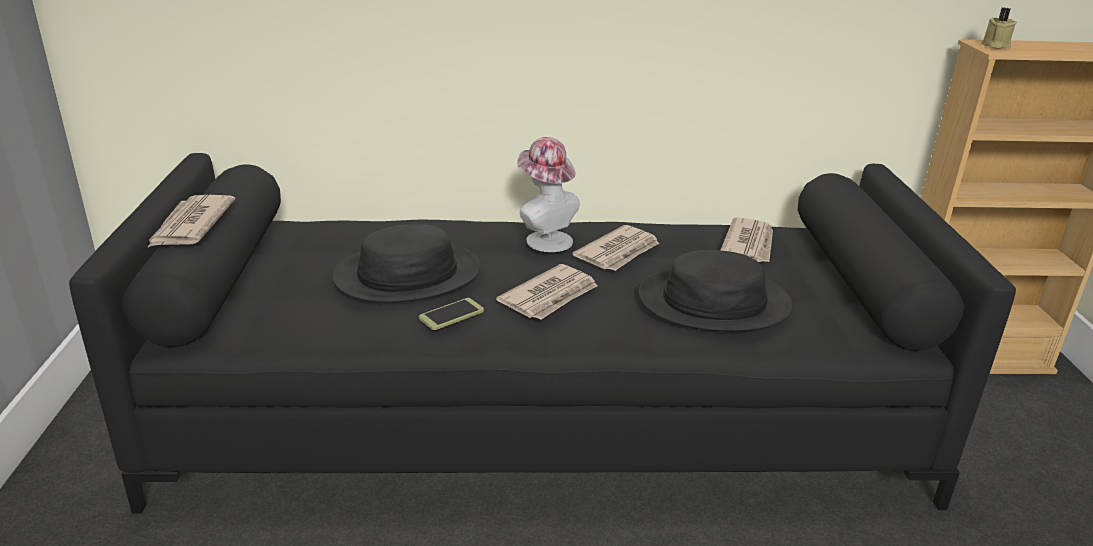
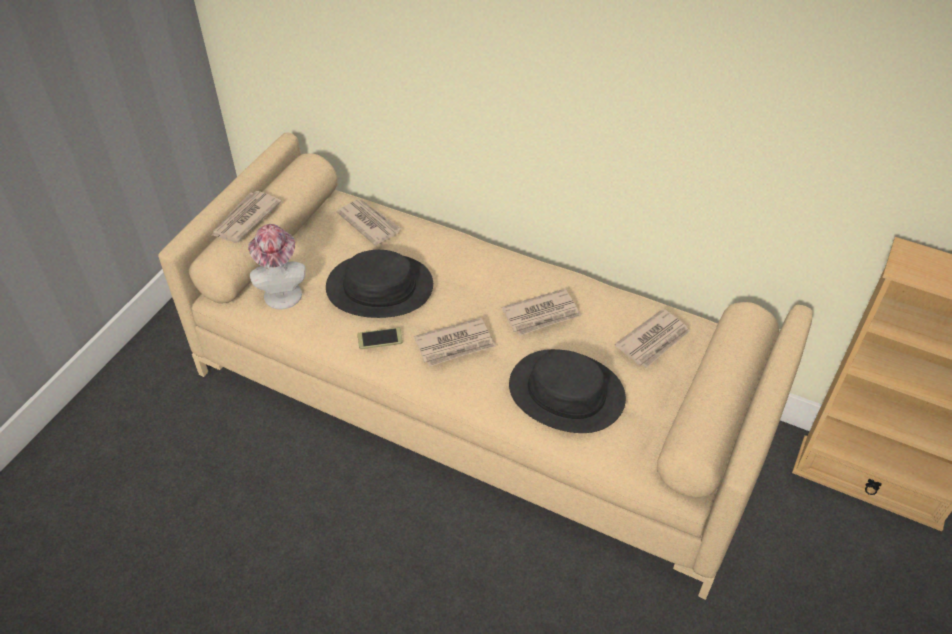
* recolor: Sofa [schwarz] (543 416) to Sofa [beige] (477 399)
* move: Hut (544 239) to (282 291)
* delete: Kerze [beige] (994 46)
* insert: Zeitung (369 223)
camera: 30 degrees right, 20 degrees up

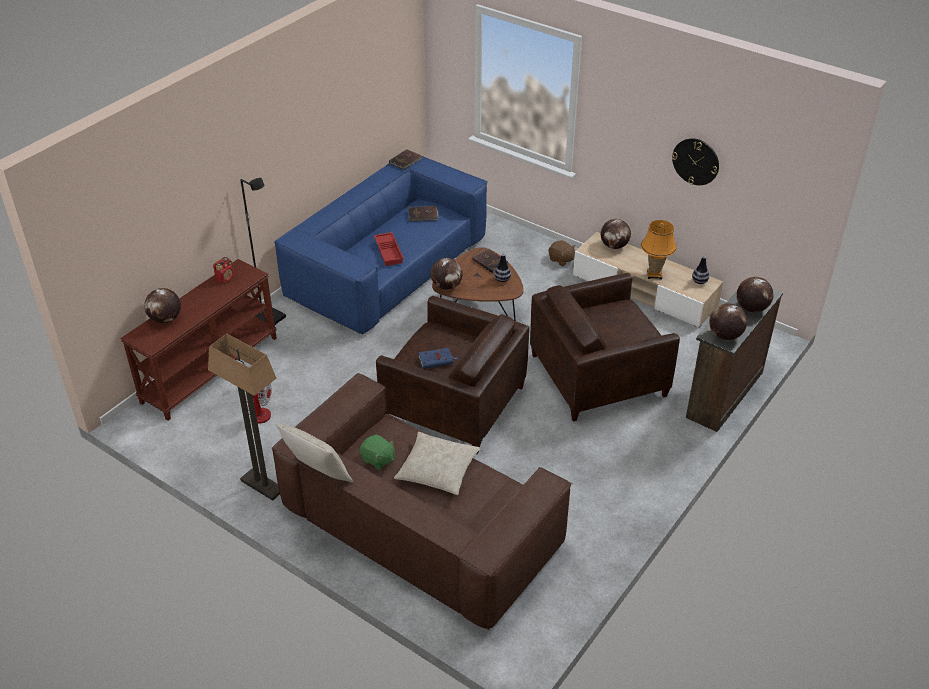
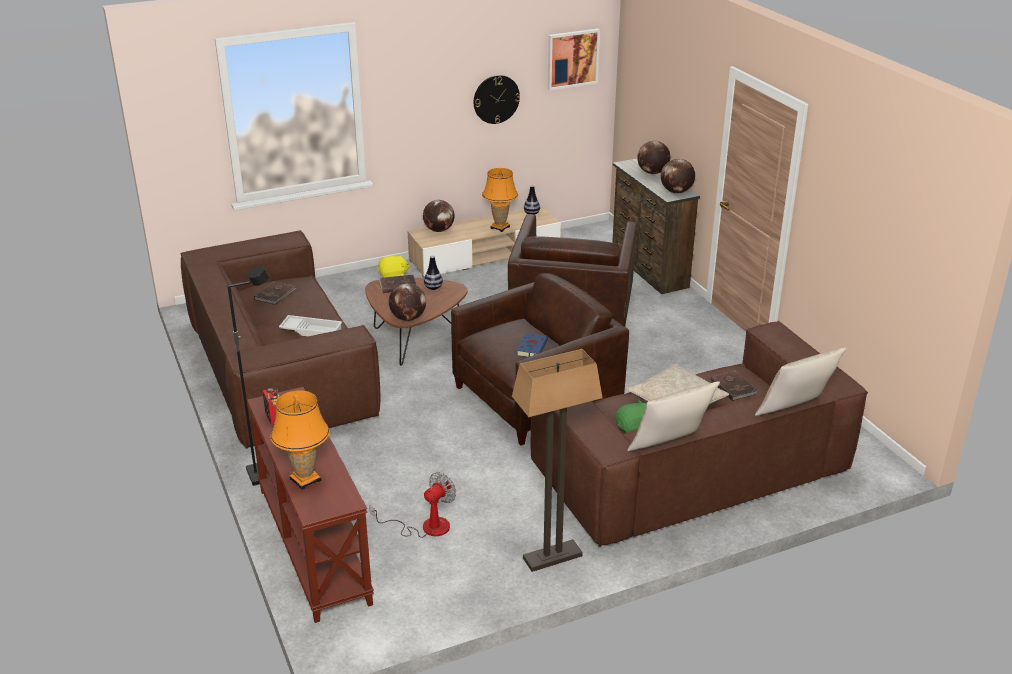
* replace: Globus (165 319) to Tischlampe [orange] (305 480)
* recolor: Sofa [blau] (388 267) to Sofa [braun] (280 369)
* recolor: Tablett [rot] (389 251) to Tablett [weiß] (312 330)
* move: Buch [braun] (406 161) to (733 387)
* recolor: Plüschtier [braun] (561 260) to Plüschtier [gelb] (393 276)
* insert: Bild (572 59)
* insert: Kissen [beige] (795 412)
camera: 60 degrees left, 10 degrees down

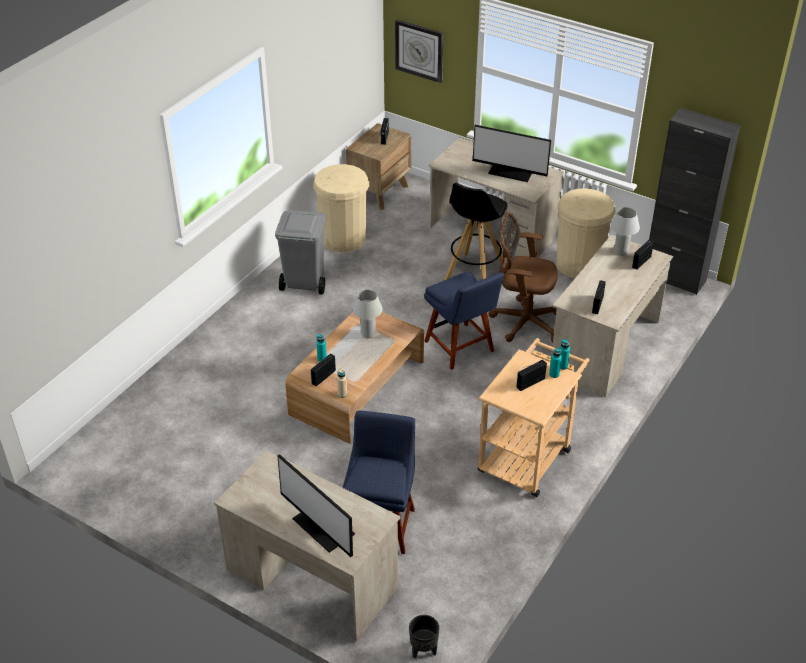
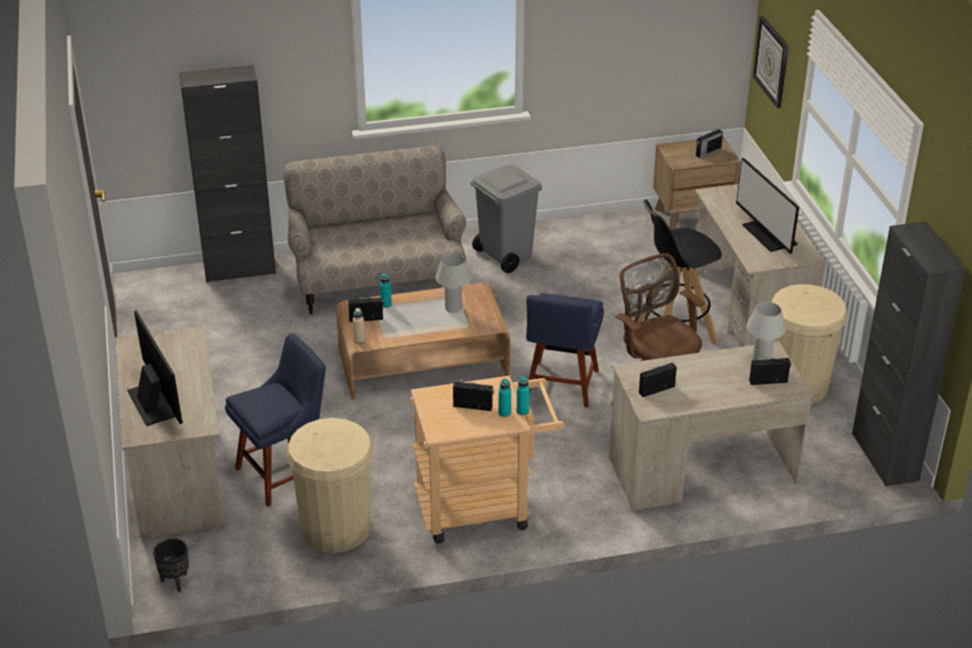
* rotate: Monitor (322 527) = (155 402) 150 degrees clockwise
* move: Mülleimer [beige] (343 238) to (335 528)
* insert: Schrank [schwarz] (239 269)
* insert: Sofa [beige] (377 281)
camera: 45 degrees right, 5 degrees down

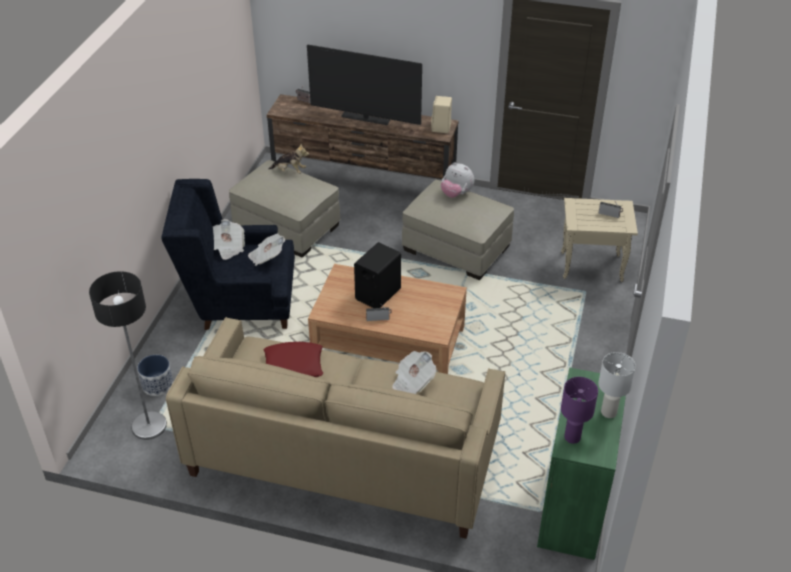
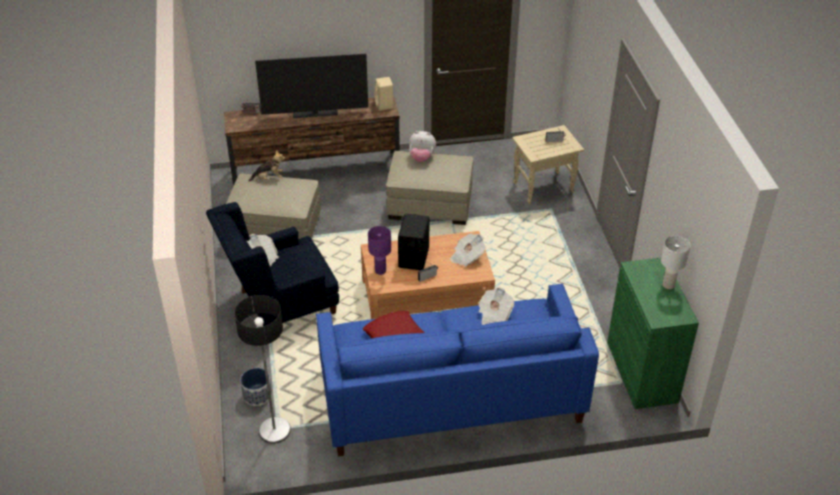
* recolor: Sofa [beige] (344 454) to Sofa [blau] (450 395)
* move: Zeitung (267 257) to (467 257)
* move: Tischlampe [lila] (571 437) to (380 270)
camera: 25 degrees left, 0 degrees up

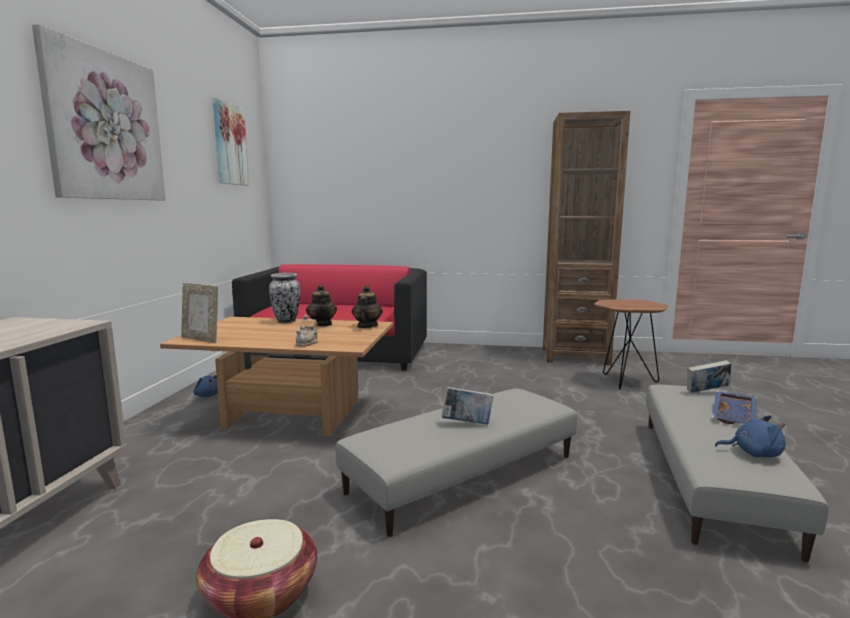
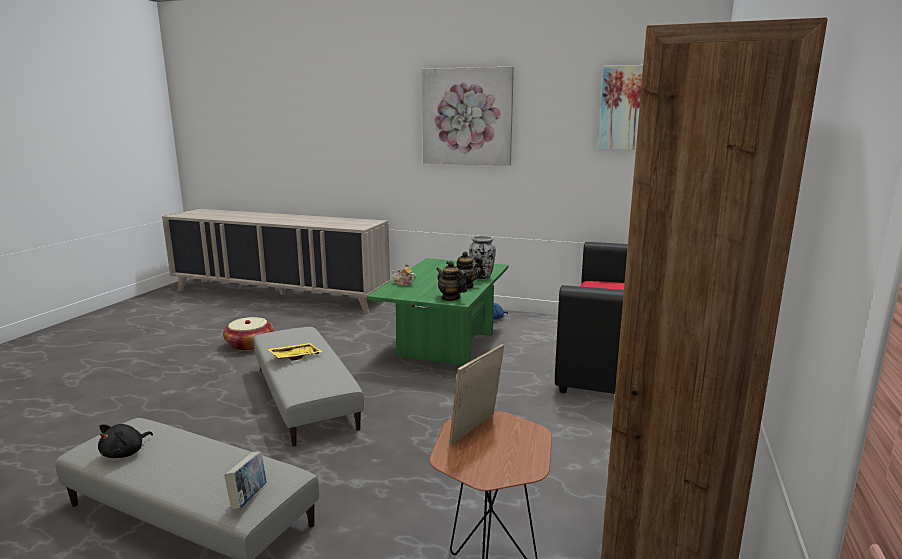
* recolor: Couchtisch [braun] (291 414) to Couchtisch [grün] (444 344)
* move: Bilderrahmen (201 339) to (476 430)
* rotate: Teekanne (367 326) = (451 298) 150 degrees counterclockwise
* replace: Buch (467 423) to Tablett [gelb] (295 356)
* delete: Tablett [blau] (735 416)
* recolor: Plüschtier [blau] (753 453) to Plüschtier [schwarz] (125 453)
camera: 100 degrees right, 5 degrees up

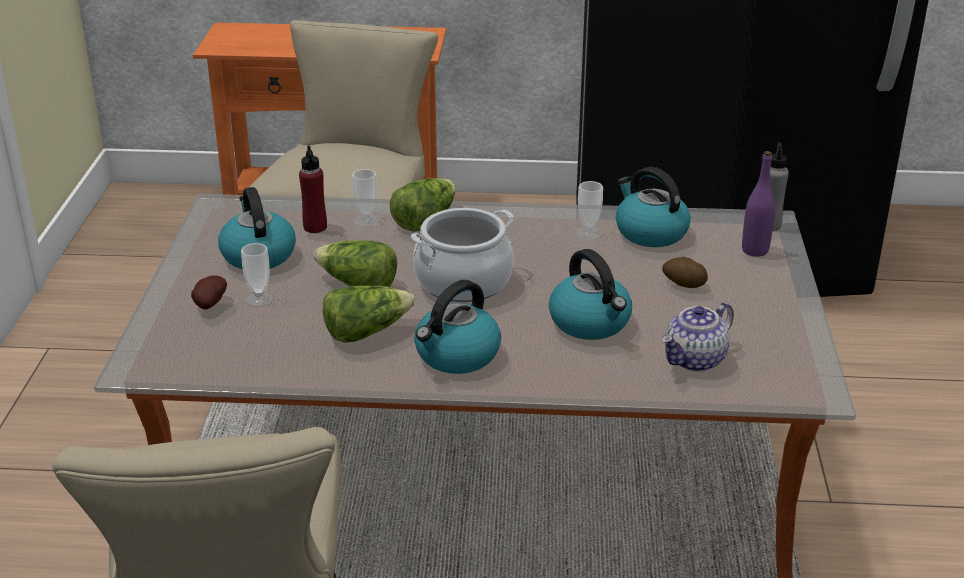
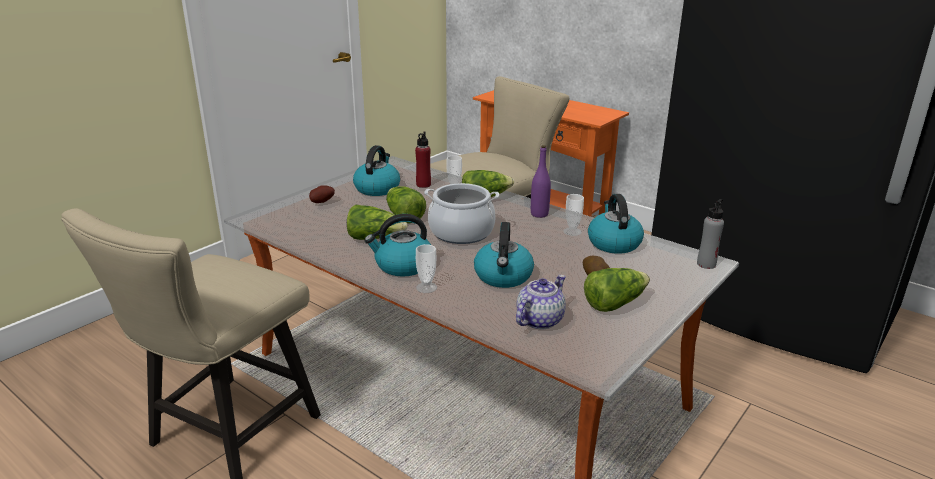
* move: Tasse (259 299) to (426 287)
* rotate: Teekanne (695 360) = (539 320) 135 degrees clockwise
* move: Flasche [lila] (755 250) to (539 214)
* insert: Salatkopf (614 303)
camera: 35 degrees right, 5 degrees down

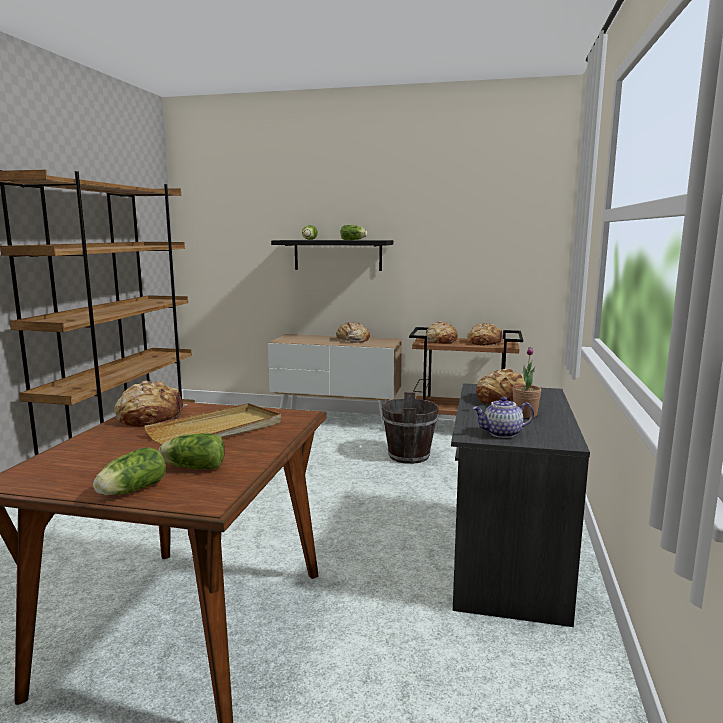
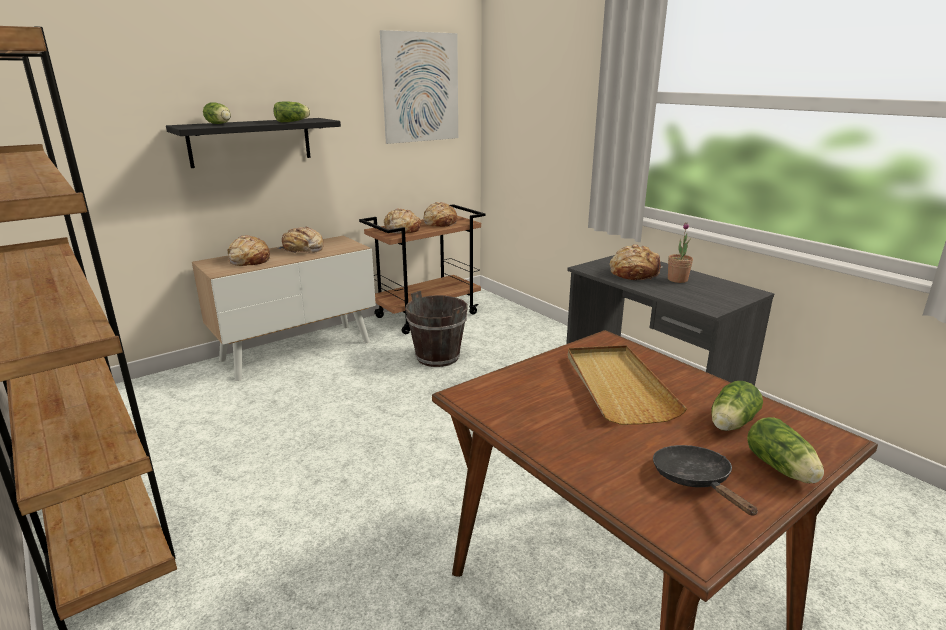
* move: Brot (150 417) to (249 260)
* delete: Teekanne (502 434)
* insert: Bild (421 88)
* insert: Pfanne [schwarz] (695 481)
camera: 50 degrees left, 10 degrees up

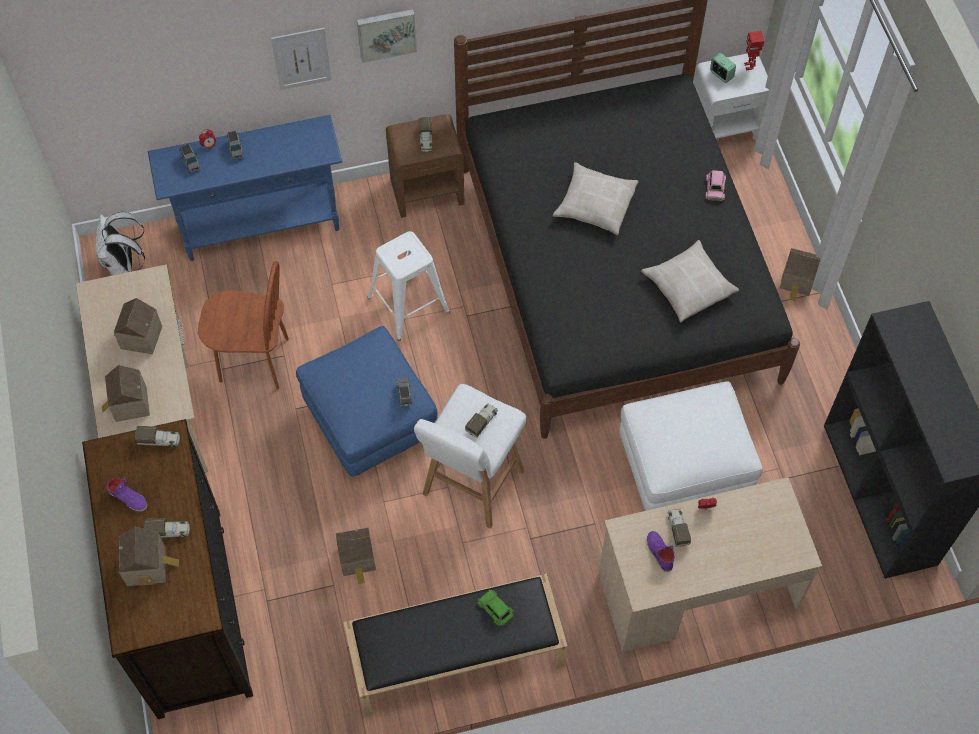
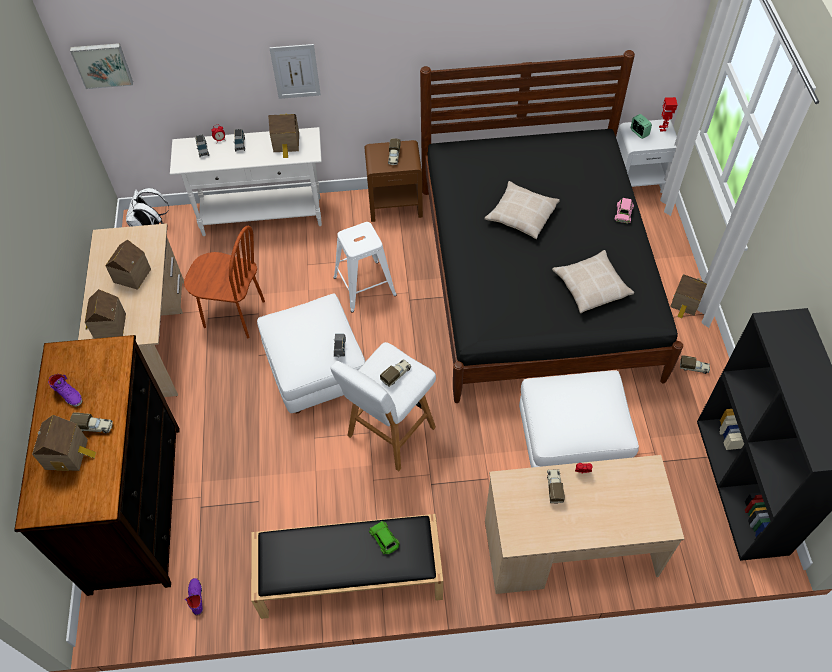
* move: Spielzeuglaster (159 440) to (694 368)
* recolor: Konsolentisch [blau] (261 226) to Konsolentisch [weiß] (262 217)
* recolor: Polsterhocker [blau] (370 420) to Polsterhocker [weiß] (316 371)
* move: Spielzeughaus (357 560) to (286 144)
* move: Bild (386 33) to (102 64)
* move: Schuh [lila] (659 552) to (196 597)
camera: 10 degrees right, 5 degrees down

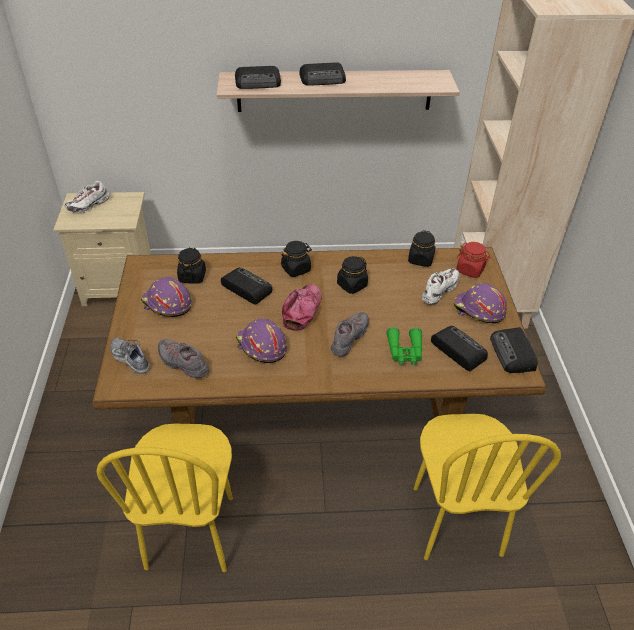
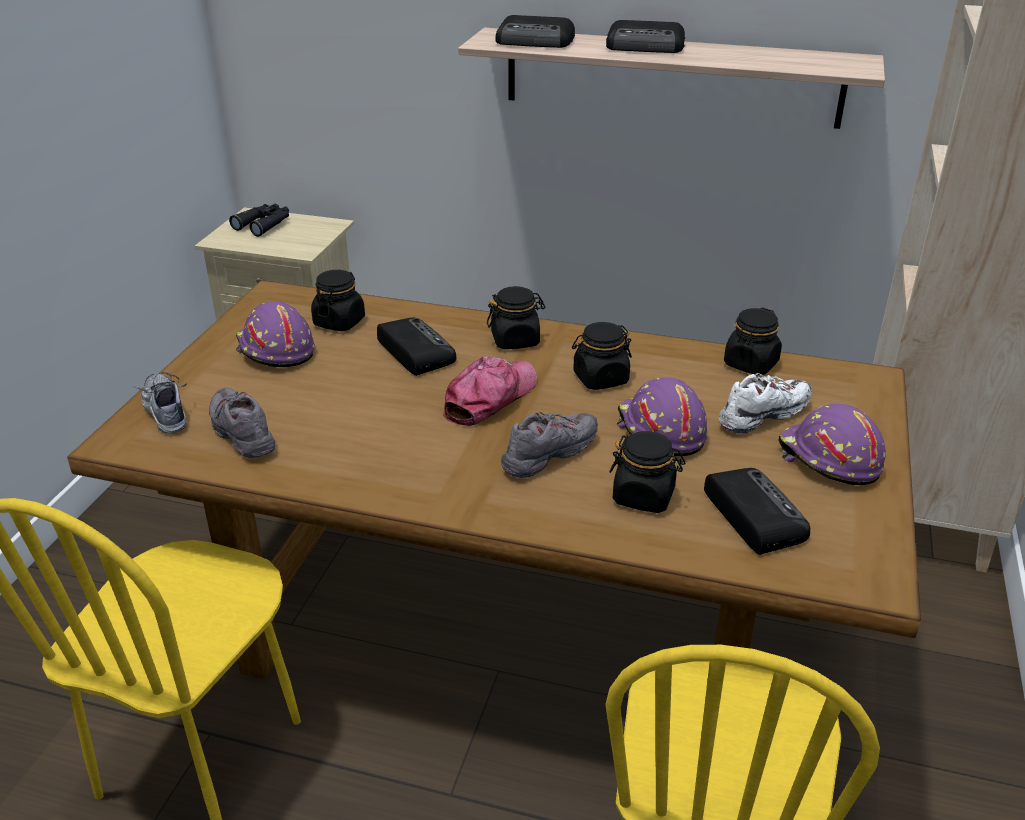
* replace: Schuh [weiß] (89 205) to Fernglas [schwarz] (264 224)
* move: Schutzhelm [lila] (261 347) to (659 431)
* replace: Fernglas [grün] (405 352) to Vorratsglas [schwarz] (644 496)
* delete: Vorratsglas [rot] (470 270)
* delete: Radio (513 354)
camera: 20 degrees right, 10 degrees down

